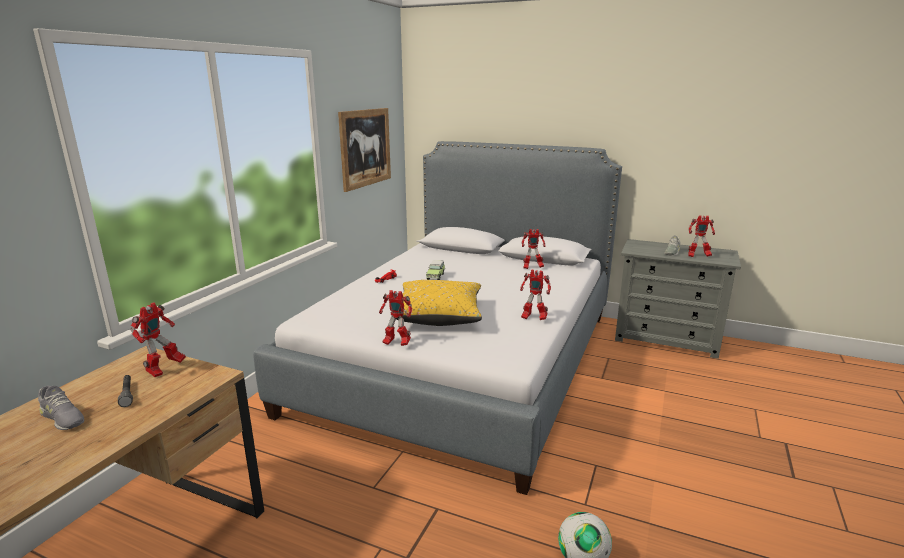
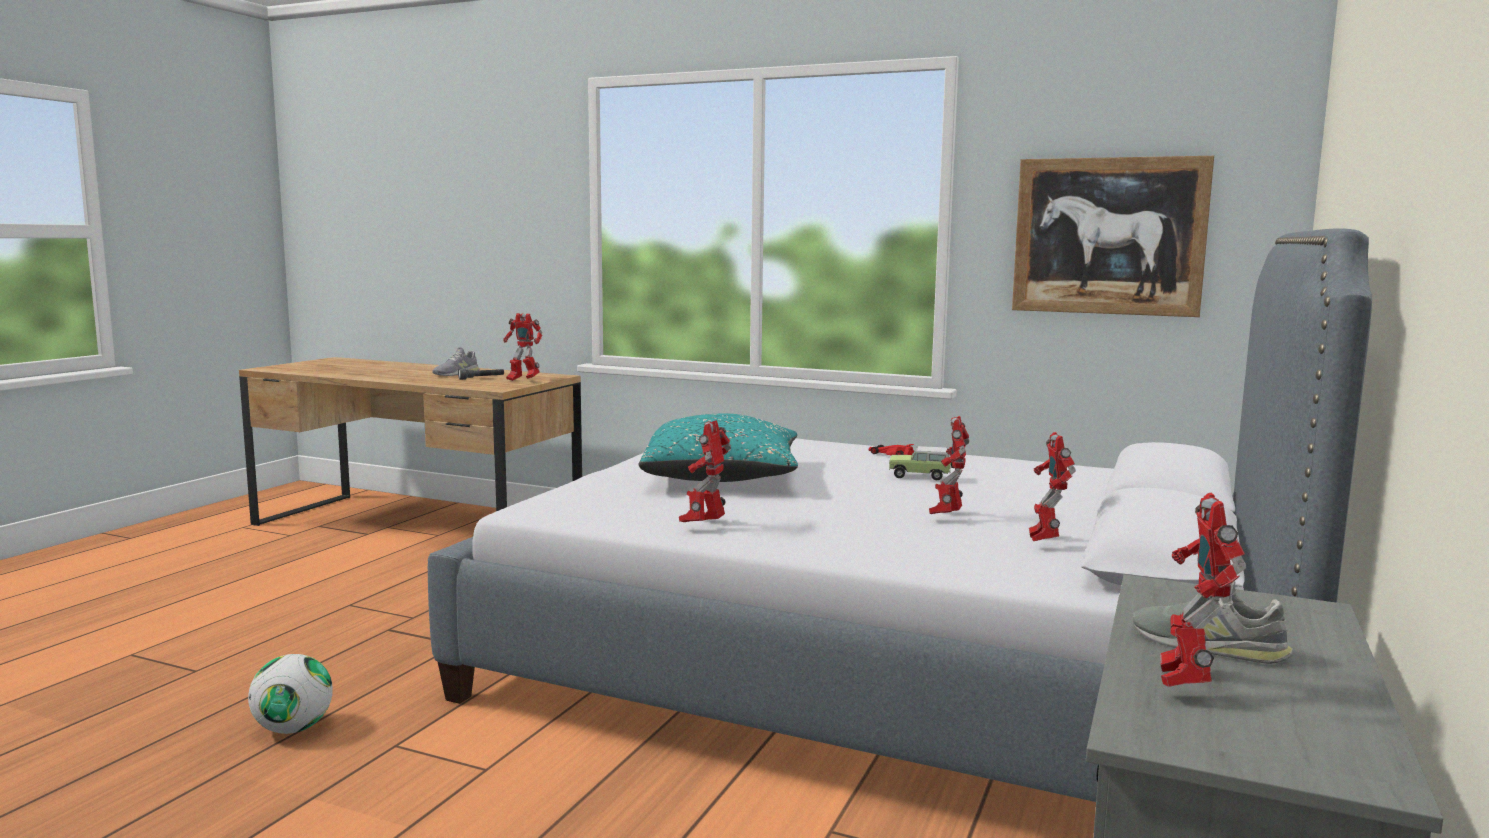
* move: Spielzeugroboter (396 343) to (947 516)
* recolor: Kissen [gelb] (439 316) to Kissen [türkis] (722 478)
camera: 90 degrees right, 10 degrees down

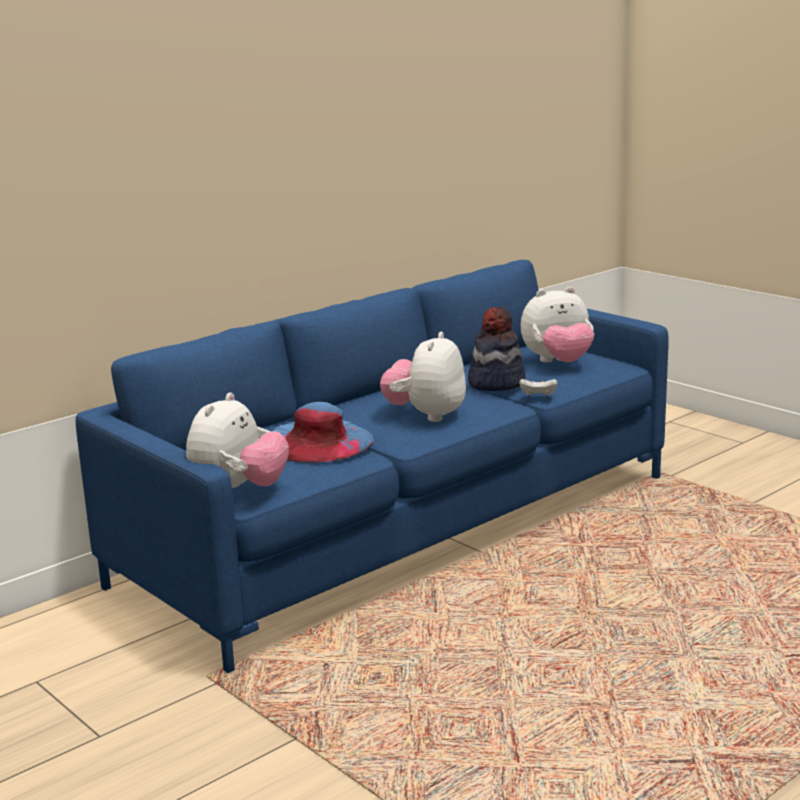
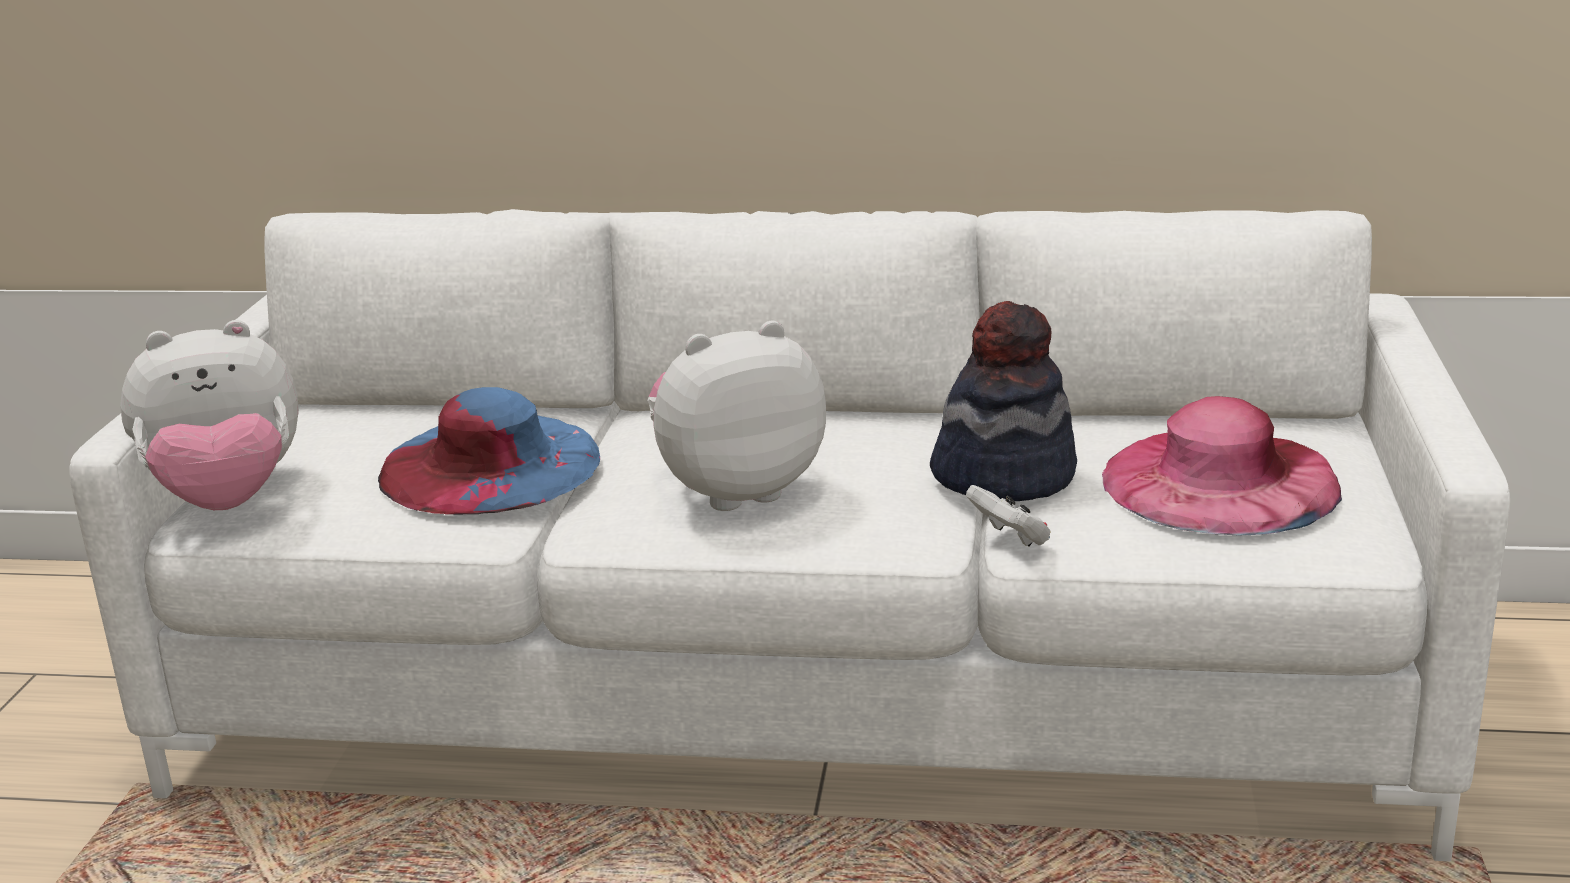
* recolor: Sofa [blau] (404 529) to Sofa [weiß] (797 701)
* replace: Plüschtier (558 363) to Hut [rosa] (1220 481)
camera: 50 degrees right, 5 degrees up

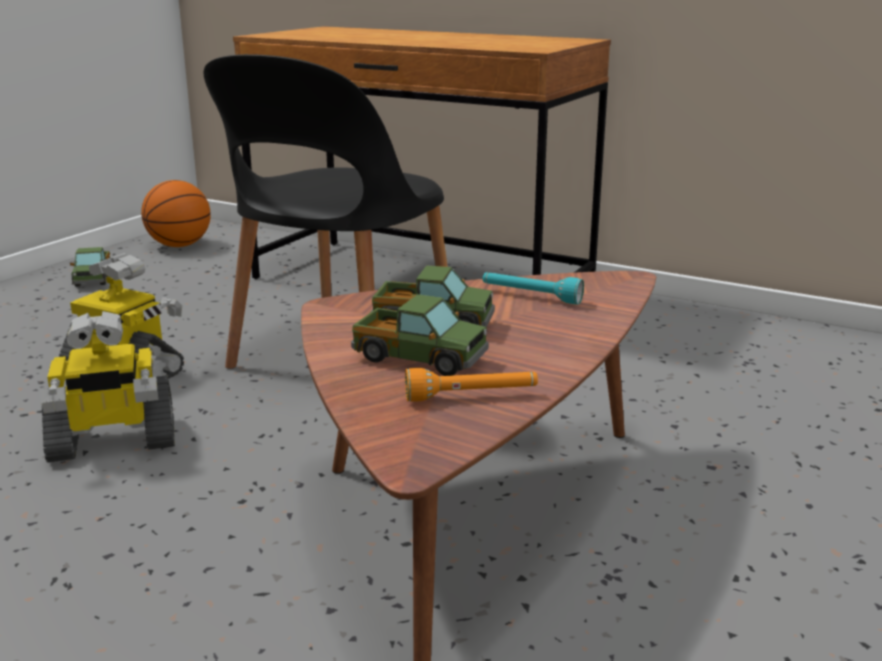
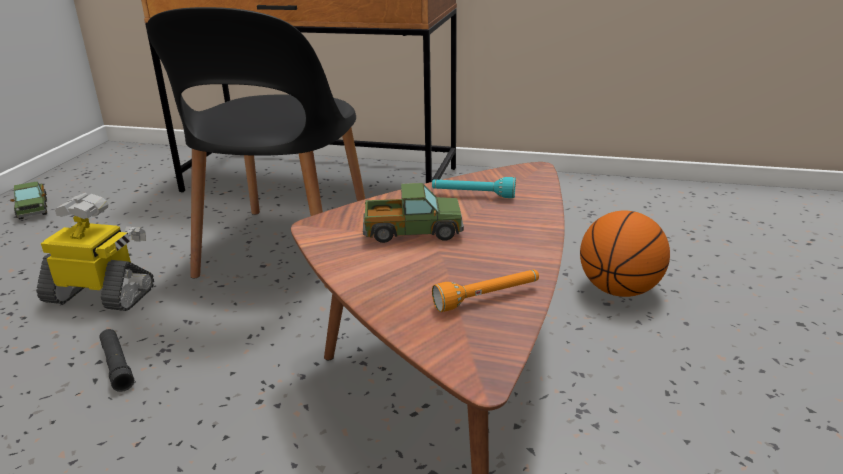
* replace: Spielzeugroboter (112 442) to Taschenlampe [schwarz] (117 365)
* move: Basketball (179 245) to (619 290)
* delete: Spielzeuglaster (419 359)
camera: 15 degrees left, 5 degrees up

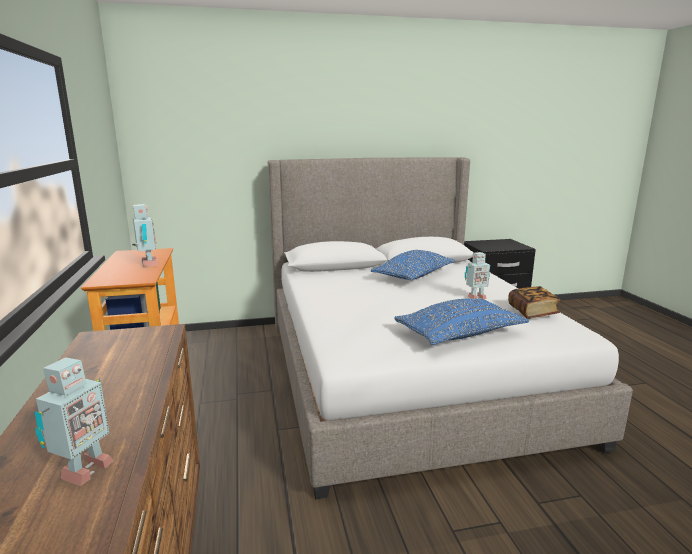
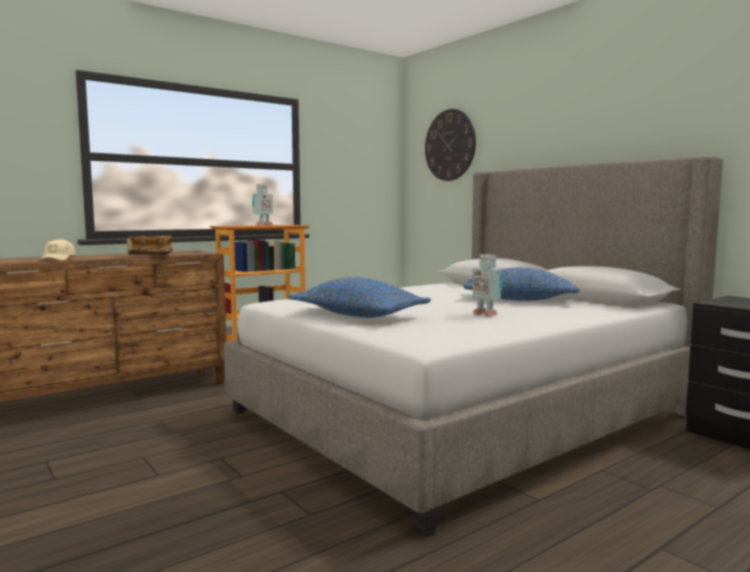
* replace: Spielzeugroboter (83 470) to Kappe [beige] (58 259)
* move: Buch (532 312) to (150 255)
* insert: Wanduhr (450 145)
camera: 65 degrees right, 10 degrees down

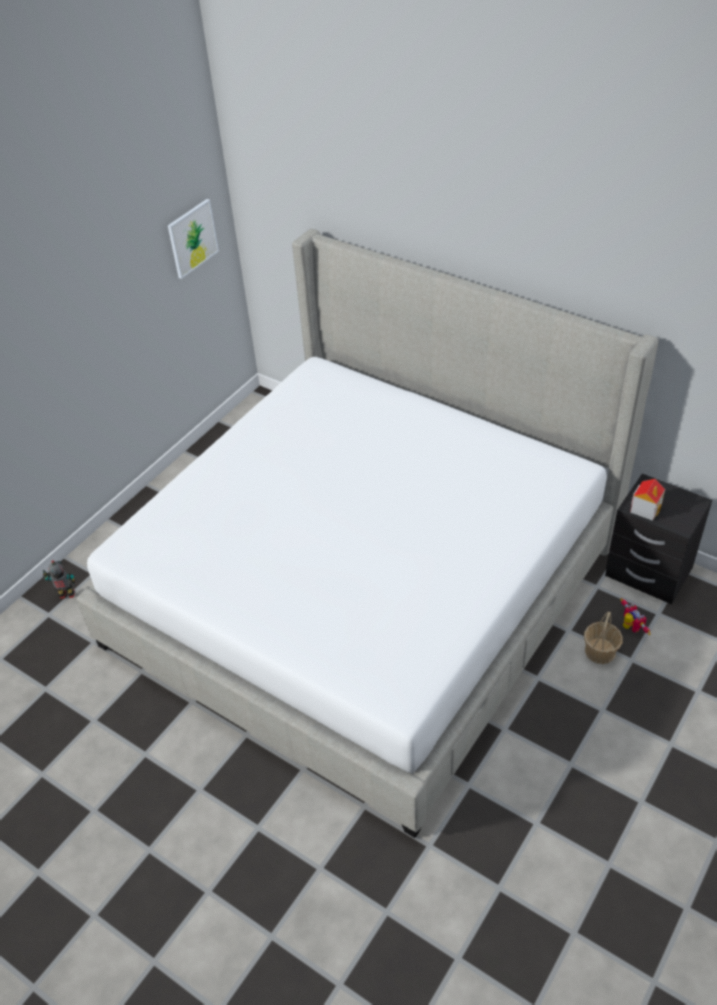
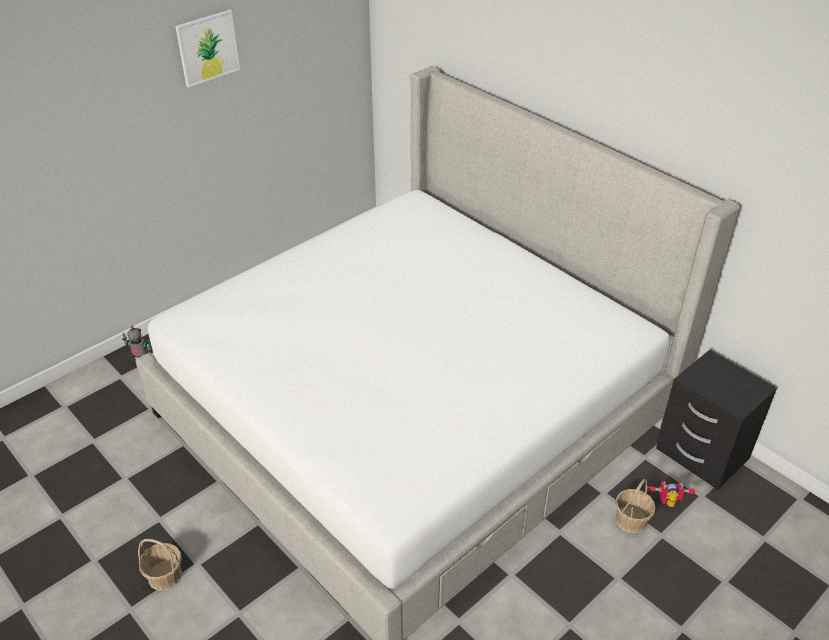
* move: Bild (192 238) to (207 48)
* rotate: Spielzeugroboter (630 627) = (668 503) 75 degrees counterclockwise
* delete: Spielzeughaus (645 508)
* insert: Korb (165 575)
camera: 10 degrees right, 5 degrees down

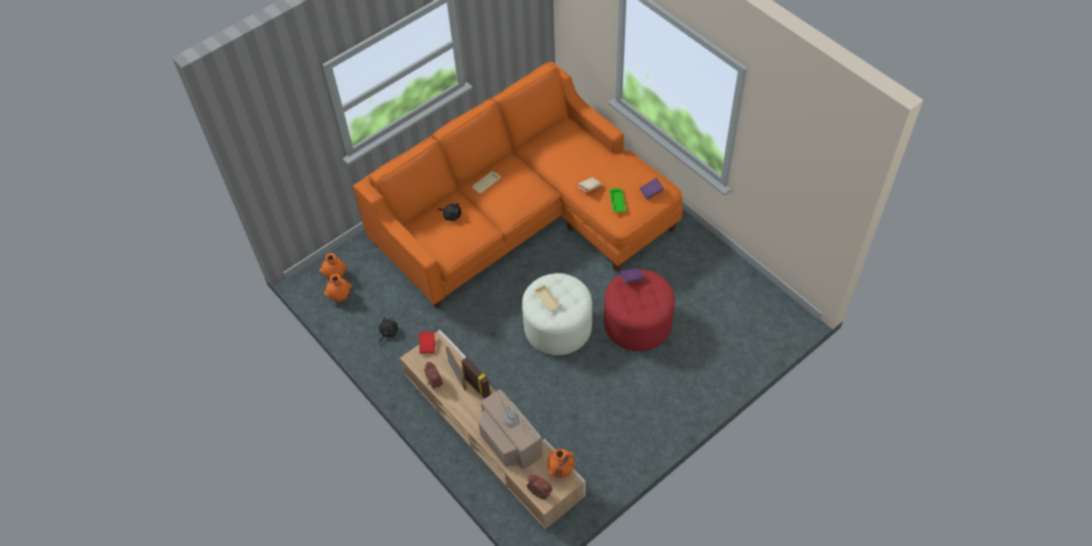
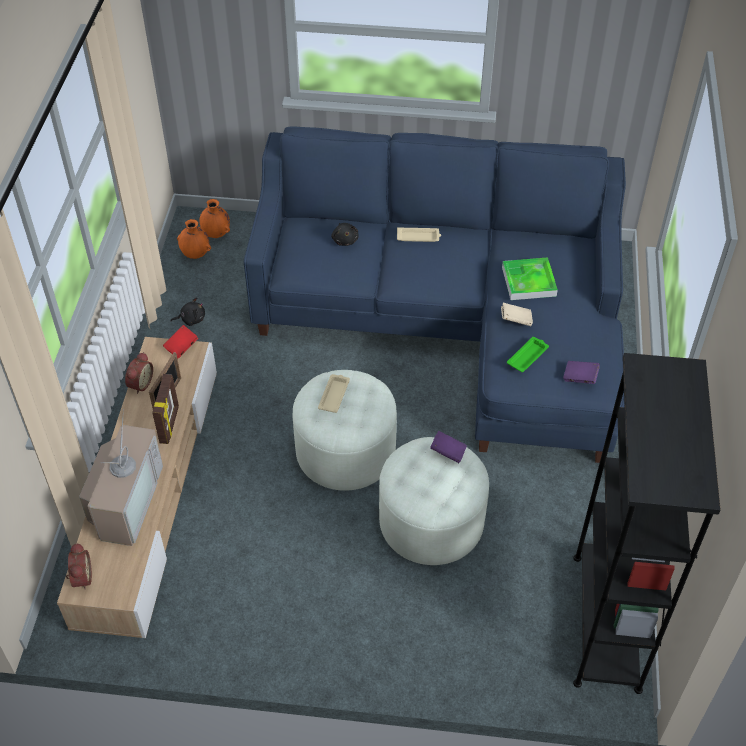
* recolor: Sofa [orange] (524 217) to Sofa [blau] (454 321)
* delete: Vase [orange] (561 470)
* recolor: Polsterhocker [rot] (637 323) to Polsterhocker [weiß] (431 521)
* insert: Tablett (528 281)
* insert: Bücherregal [schwarz] (606 621)
camera: 45 degrees right, 5 degrees down

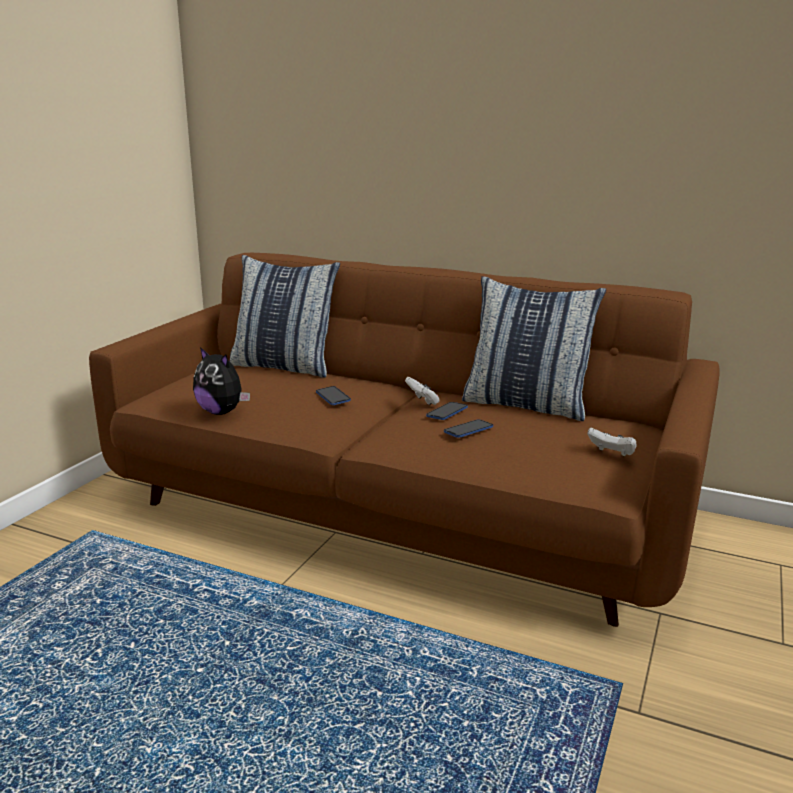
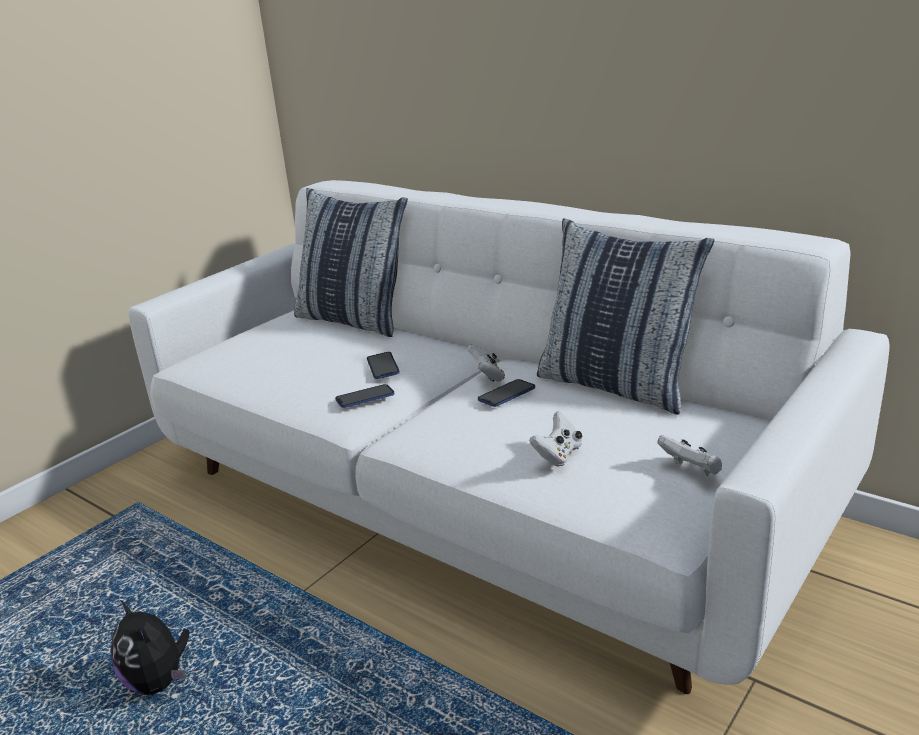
* recolor: Sofa [braun] (397 510) to Sofa [weiß] (472 499)
* move: Plüschtier (222 412) to (159 681)
* move: Handy (468 430) to (365 398)
* insert: Gamepad [weiß] (558 455)
camera: 15 degrees right, 5 degrees up

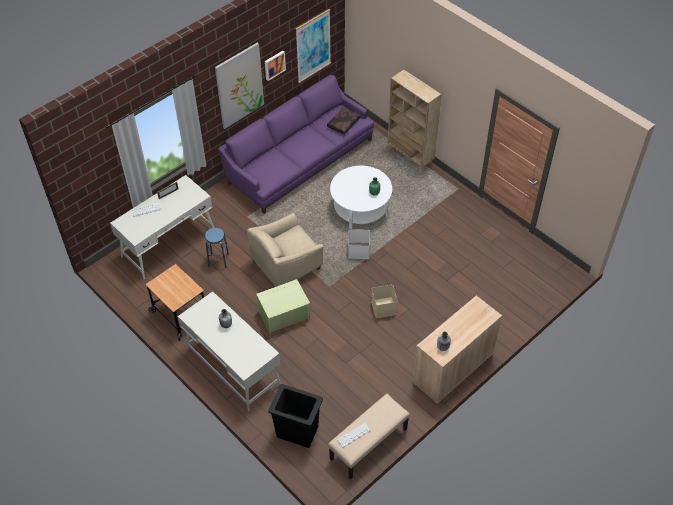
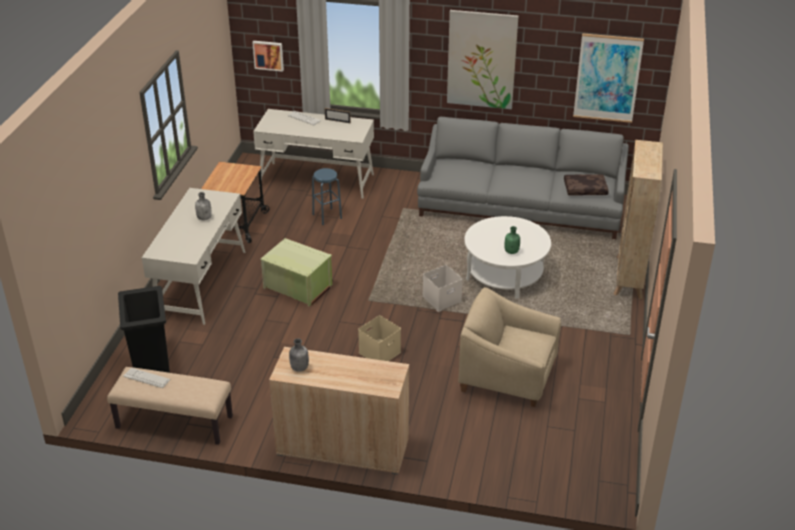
* recolor: Sofa [lila] (299 160) to Sofa [grau] (520 206)
* move: Sessel [beige] (287 265) to (507 376)
* move: Bild (274 65) to (268 55)
camera: 55 degrees right, 15 degrees down

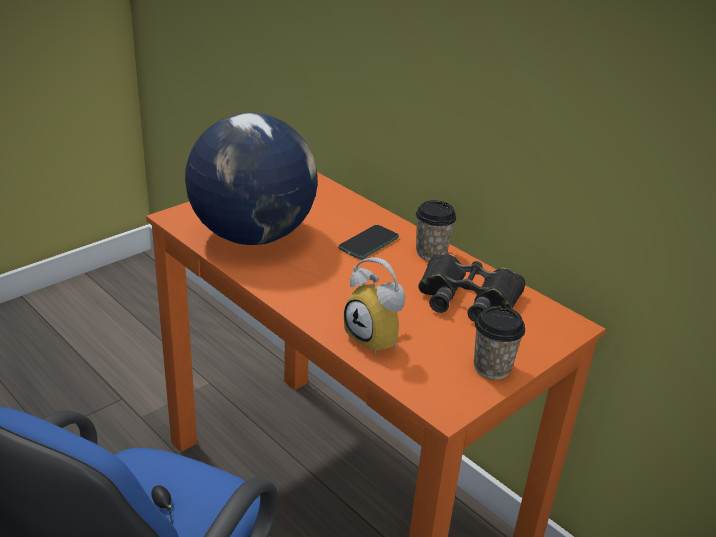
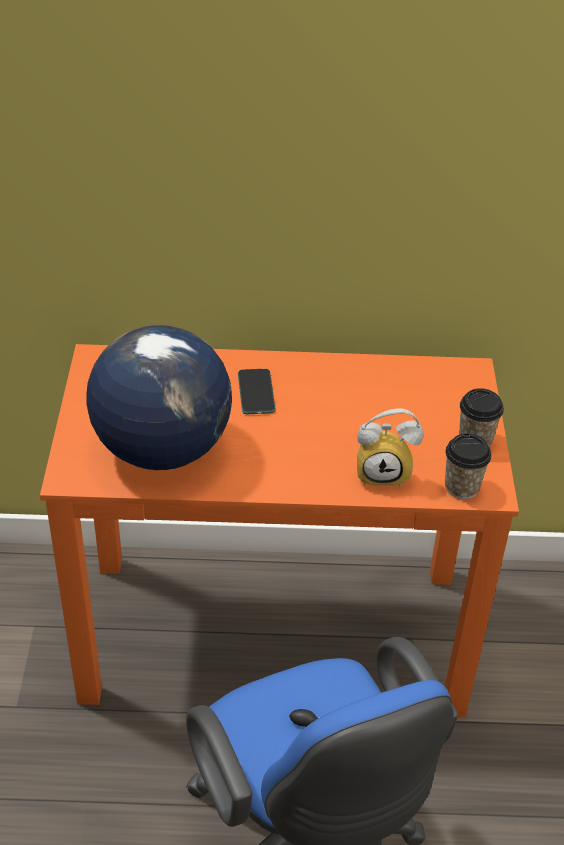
* move: Tasse (431 252) to (462 487)
* delete: Fernglas [schwarz] (467 297)
camera: 45 degrees left, 10 degrees up

